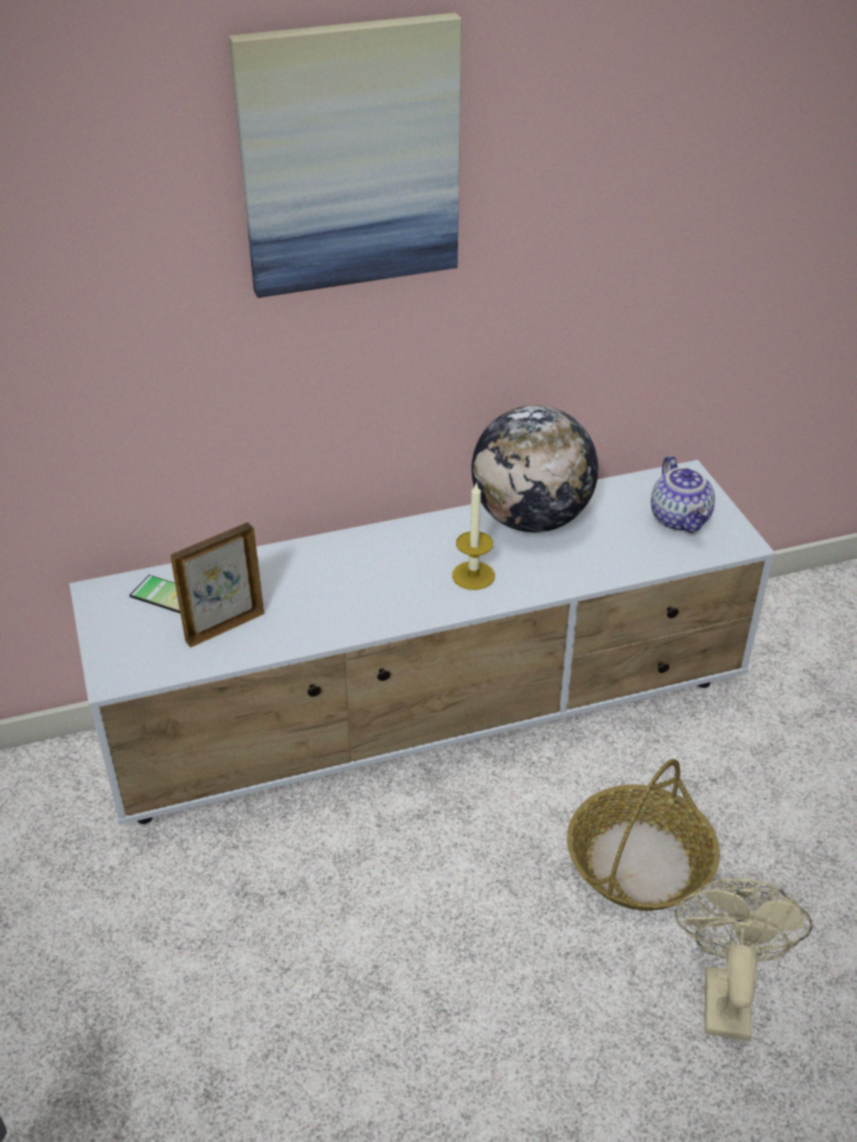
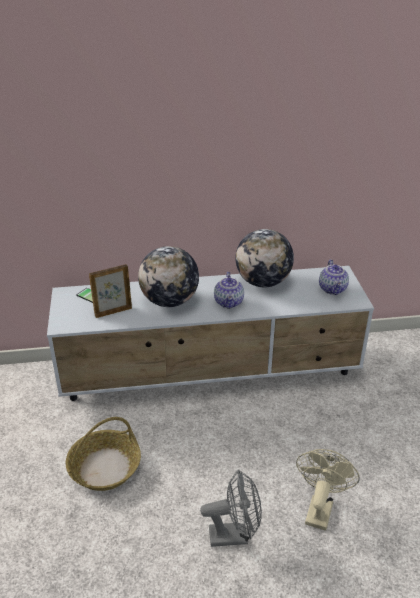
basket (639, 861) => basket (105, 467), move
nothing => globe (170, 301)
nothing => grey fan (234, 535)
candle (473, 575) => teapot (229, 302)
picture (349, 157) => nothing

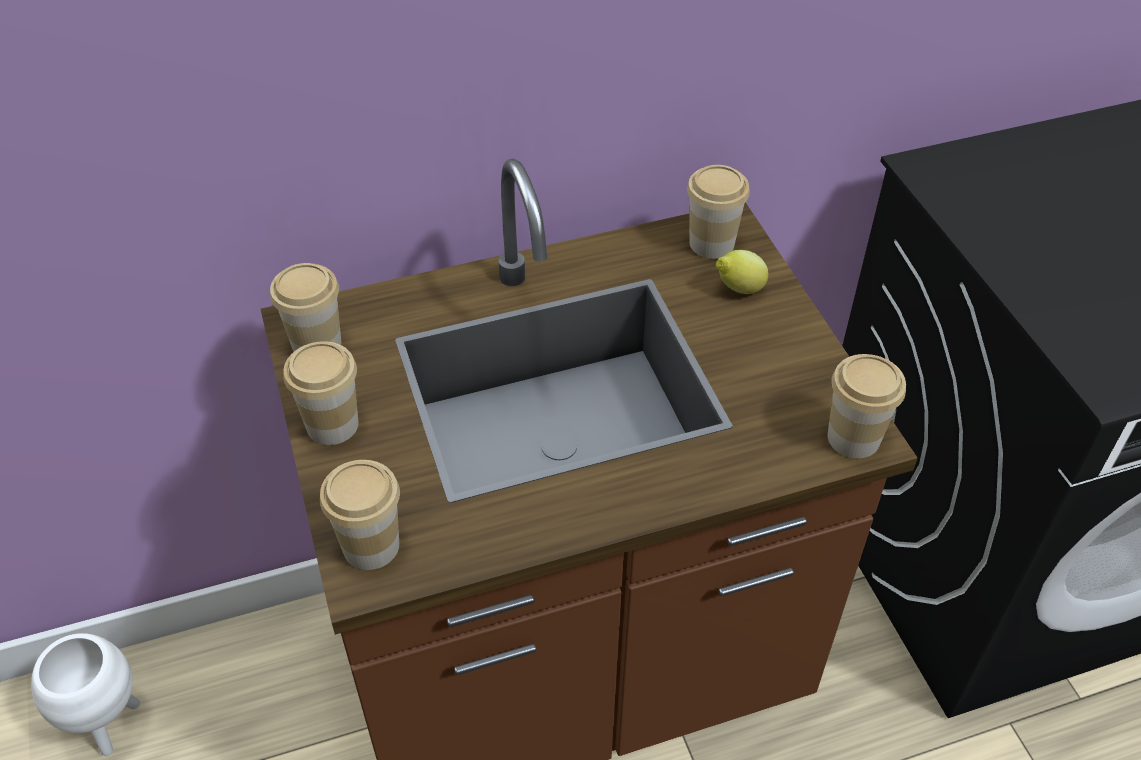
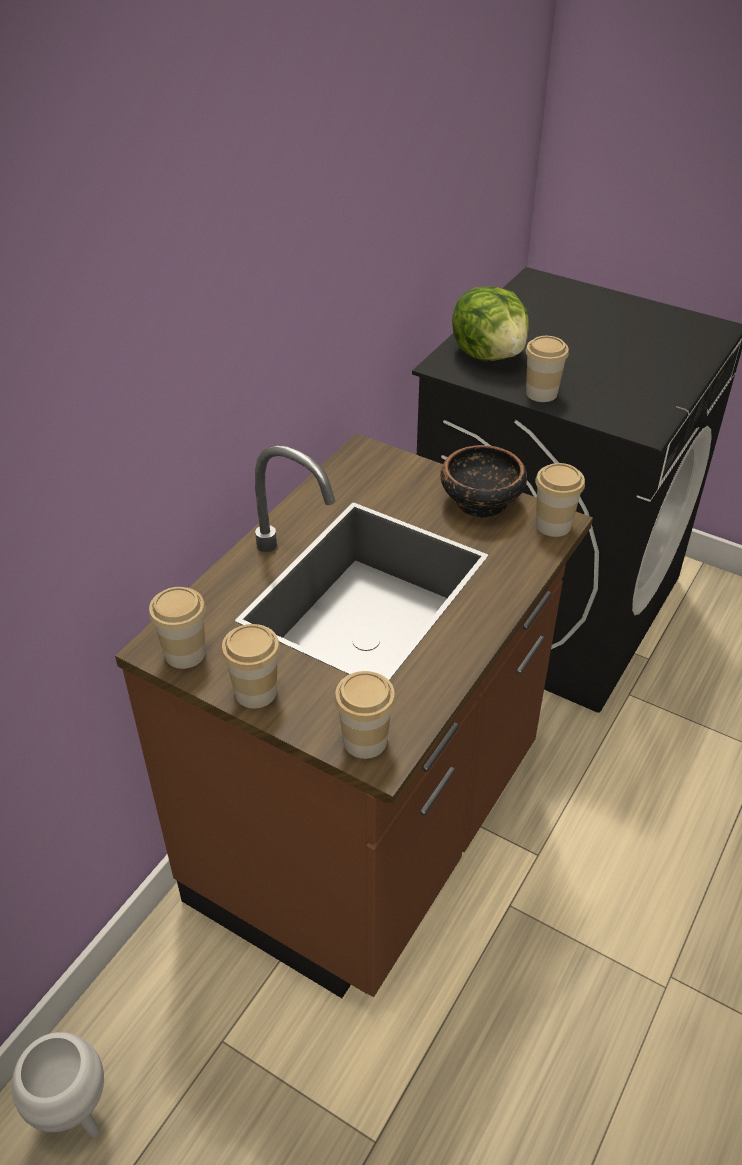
nothing => bowl (480, 502)
nothing => lettuce (490, 354)
cup (711, 243) => cup (541, 393), move
lemon (738, 289) => nothing

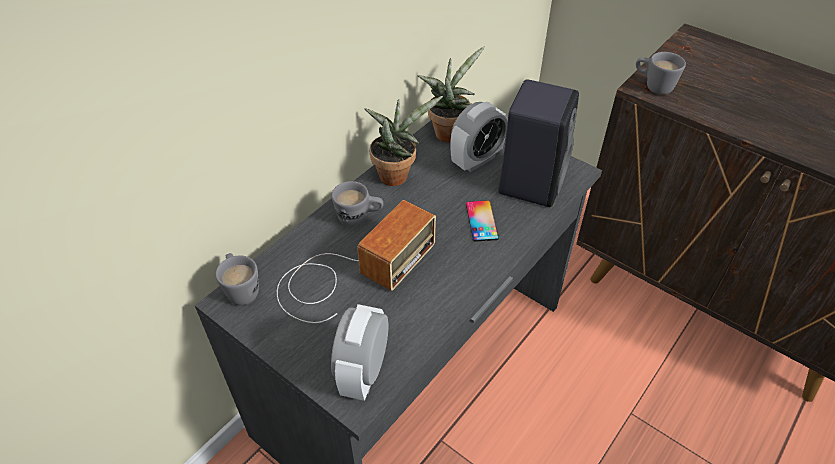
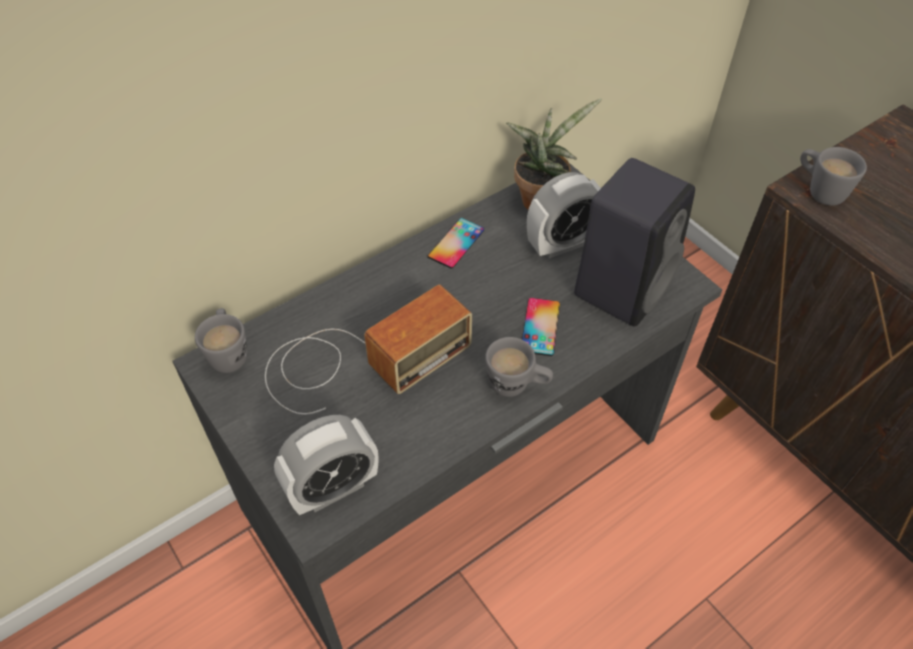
alarm clock (363, 372) => alarm clock (333, 488), 150 degrees counterclockwise
potted plant (396, 174) => phone (456, 243)
grey mug (359, 218) => grey mug (517, 385), move

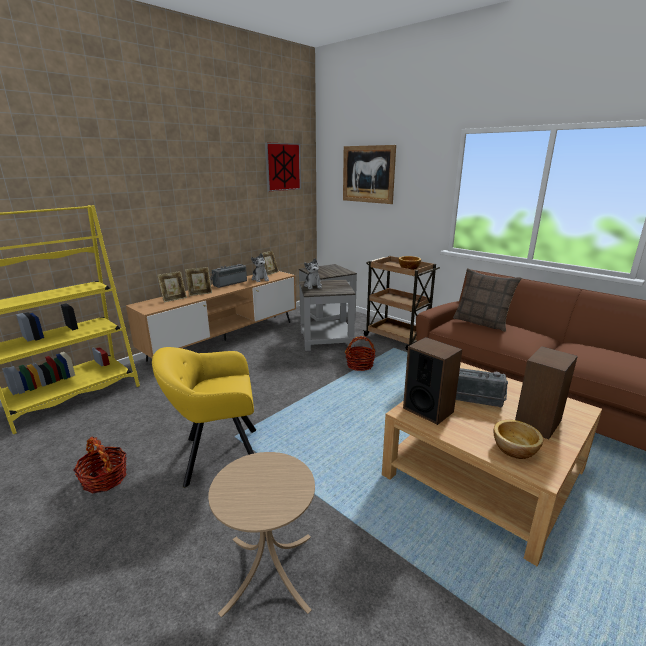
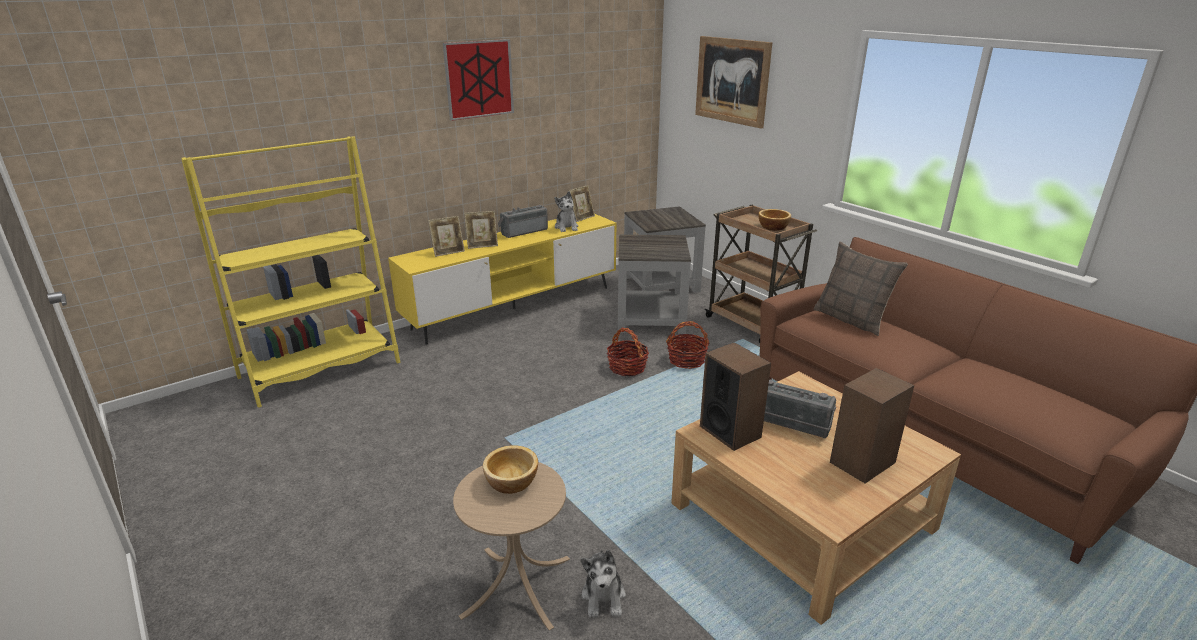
brown tv stand (225, 340) => yellow tv stand (514, 308)
picture (283, 167) => picture (479, 79), move
bowl (515, 449) => bowl (512, 482), move
plush toy (313, 286) => plush toy (604, 597), move
basket (104, 479) => basket (627, 367), move
yellow armchair (217, 455) => nothing

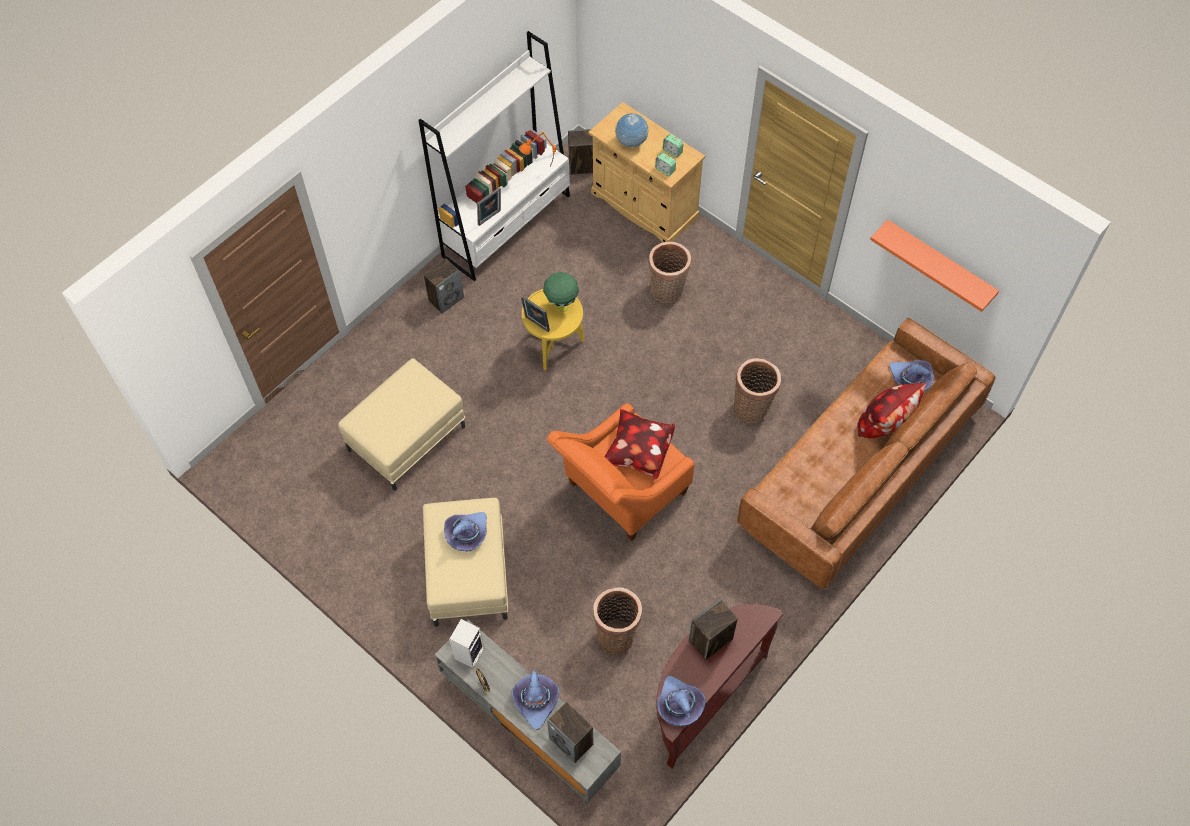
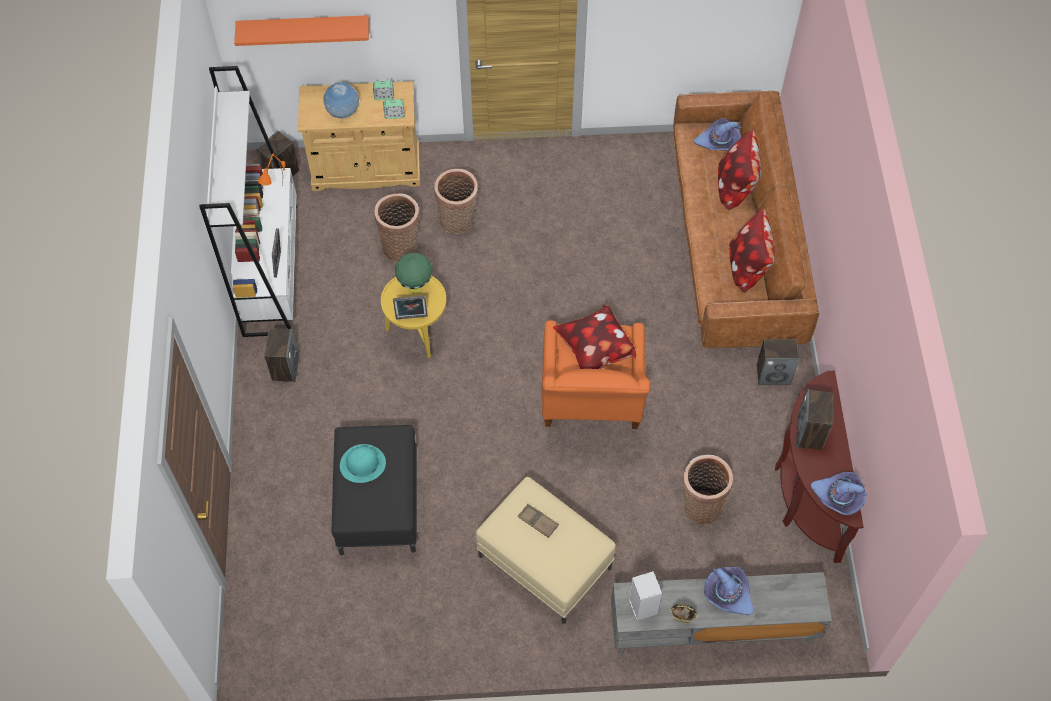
orange shelf (939, 263) => orange shelf (304, 28), move
beige ottoman (406, 437) => black ottoman (377, 502)
nothing => turquoise hat (362, 464)
basket (752, 408) => basket (401, 245), move
purple hat (467, 534) => brown tray (538, 522)
nothing => pillow (748, 266)
speaker (571, 741) => speaker (773, 374), move

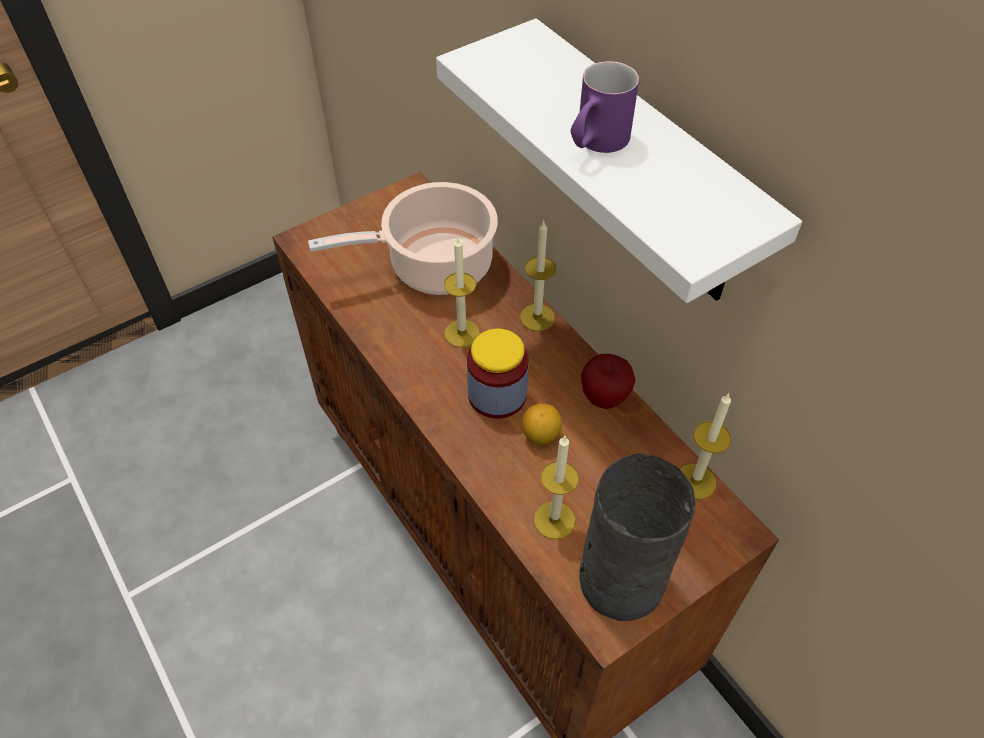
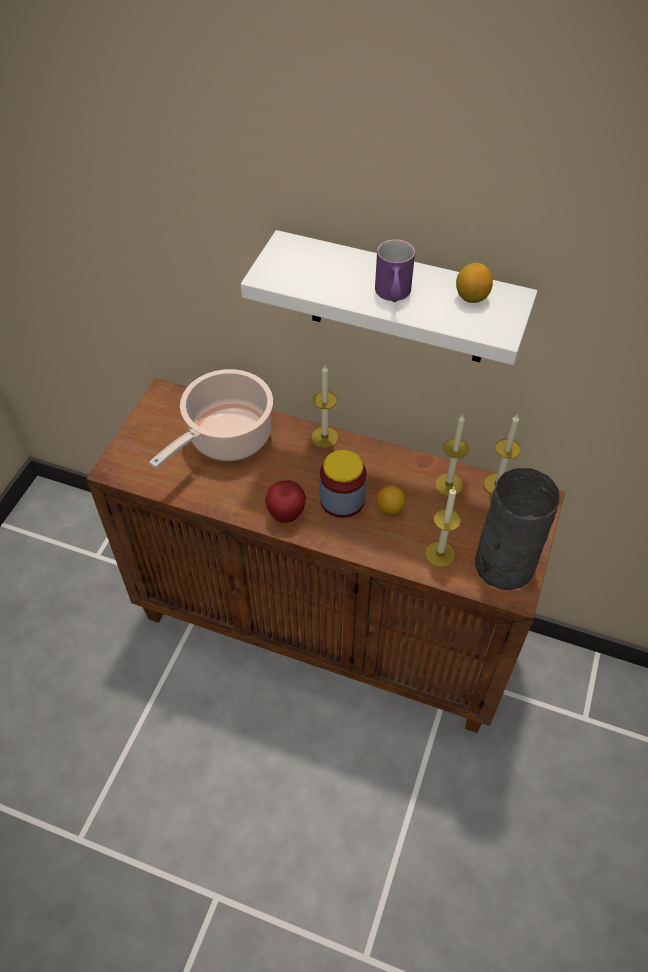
apple (604, 398) => apple (286, 515), move
candle (462, 333) => candle (448, 485), move
nothing => lemon (471, 297)

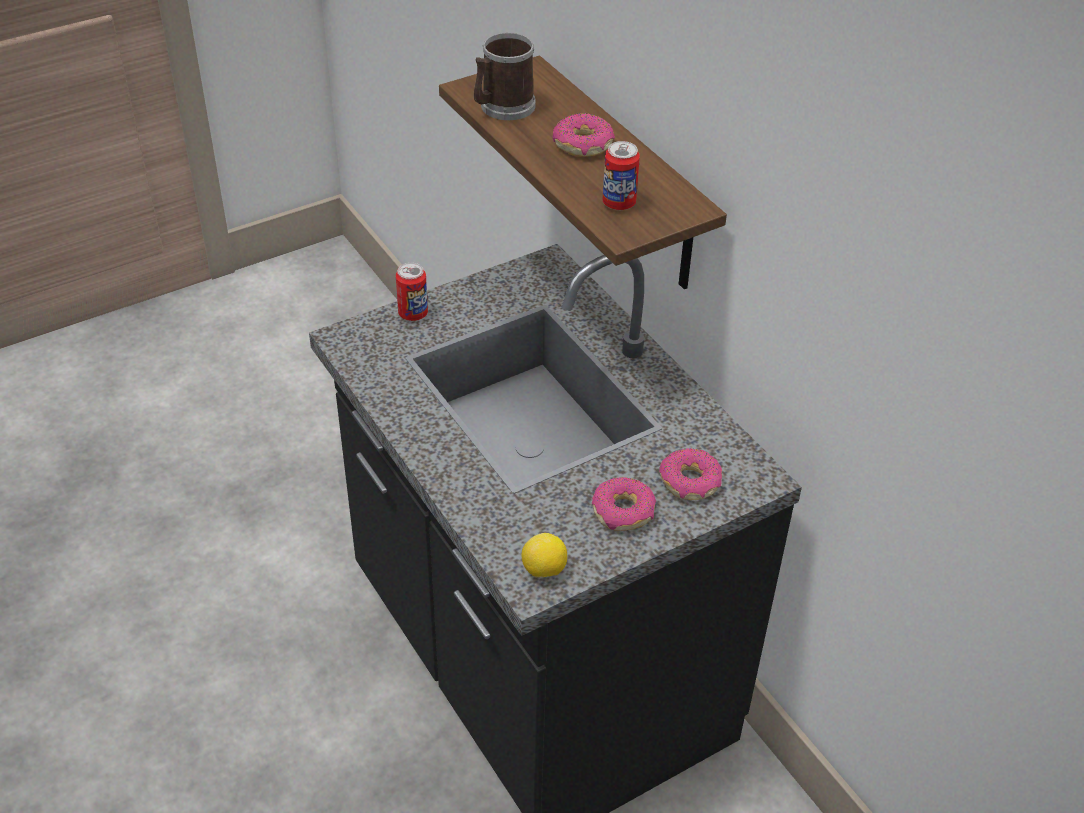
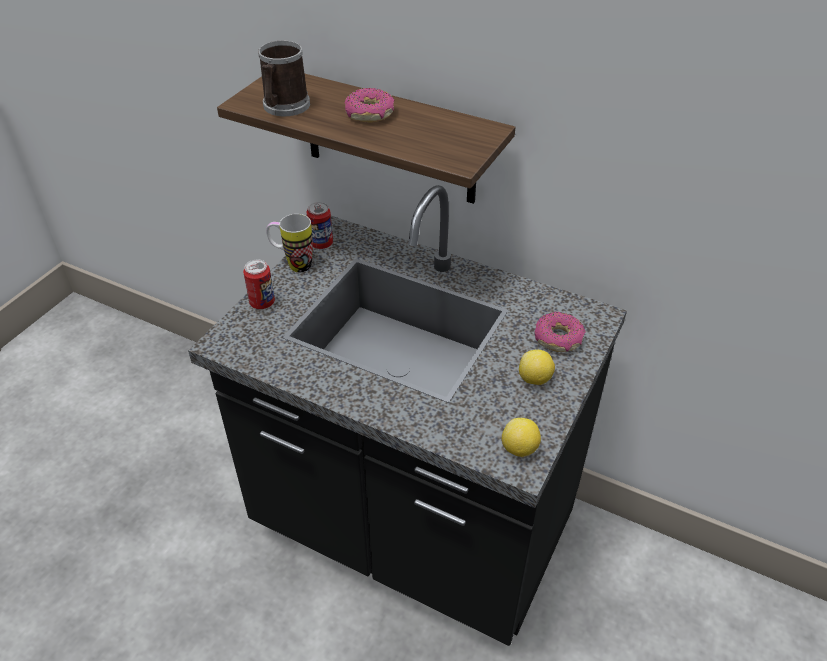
nothing => mug (293, 264)
can (619, 203) => can (321, 244), move
donut (623, 512) => lemon (535, 379)

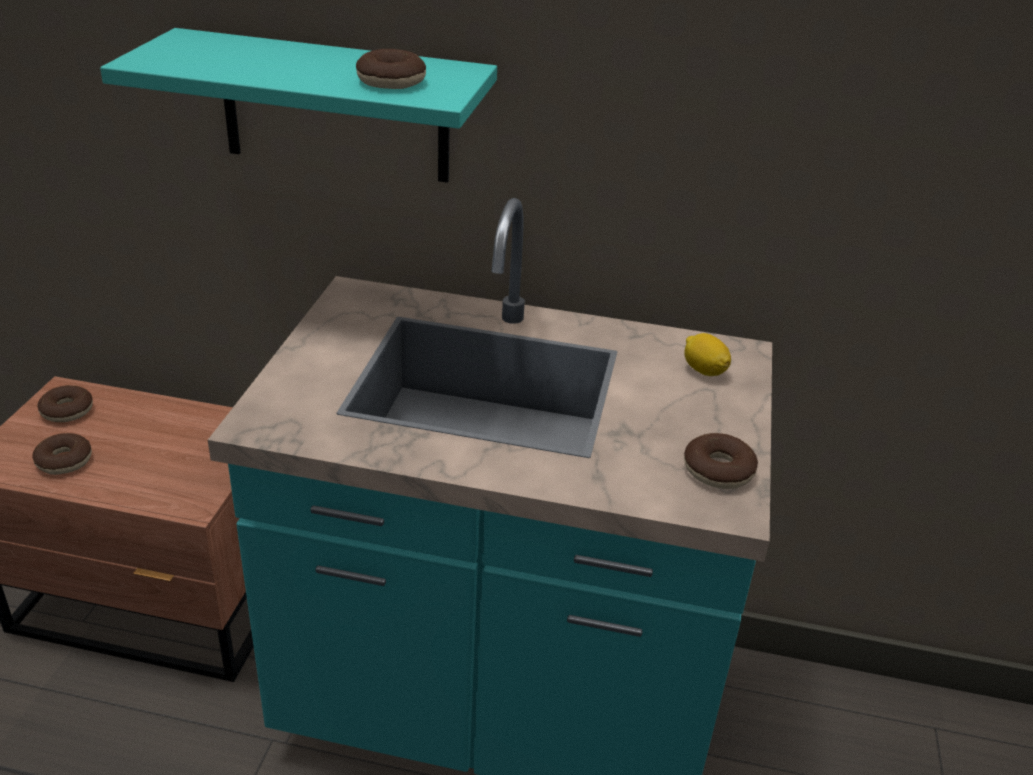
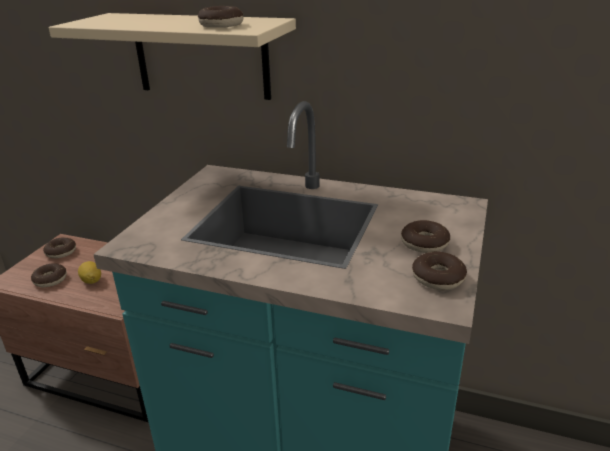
turquoise shelf (335, 108) => beige shelf (201, 56)
lemon (704, 371) => lemon (92, 281), move
nothing => donut (424, 243)

